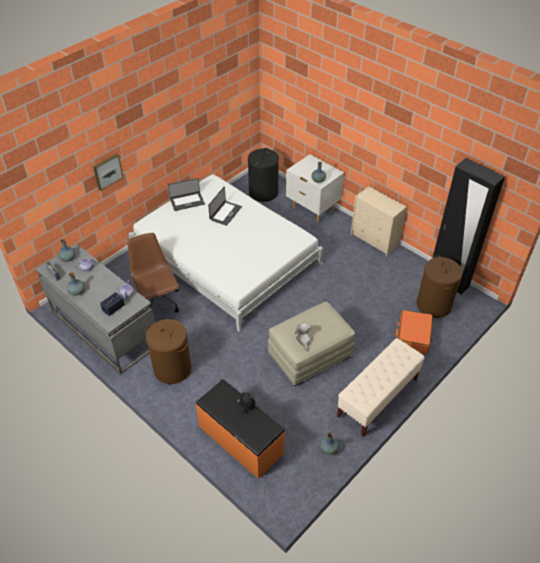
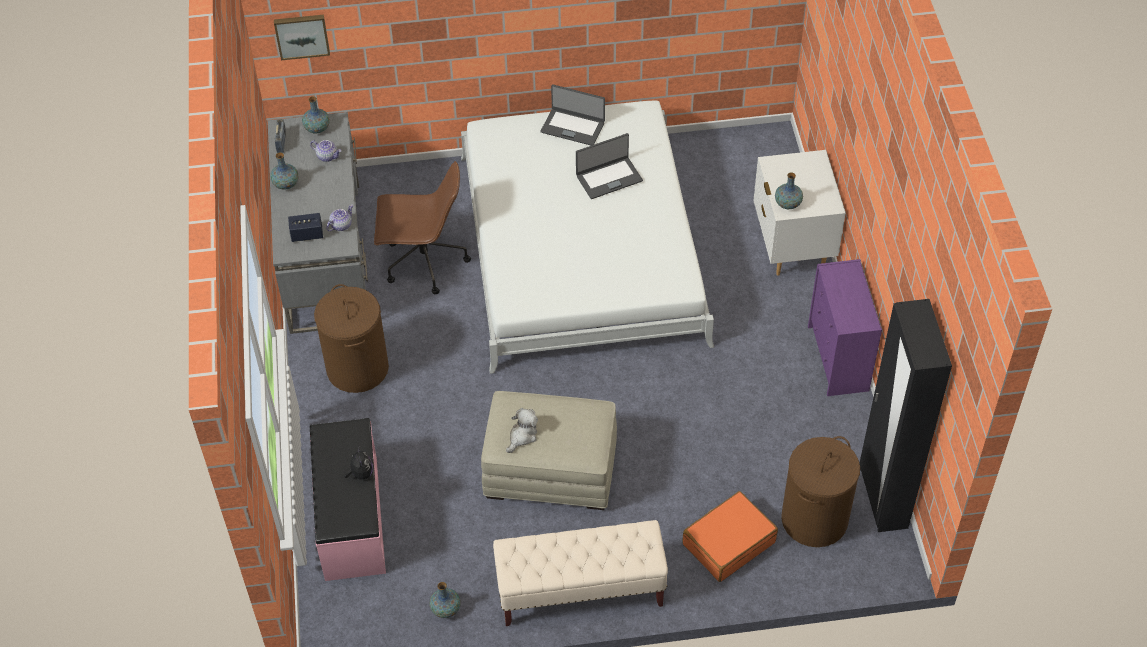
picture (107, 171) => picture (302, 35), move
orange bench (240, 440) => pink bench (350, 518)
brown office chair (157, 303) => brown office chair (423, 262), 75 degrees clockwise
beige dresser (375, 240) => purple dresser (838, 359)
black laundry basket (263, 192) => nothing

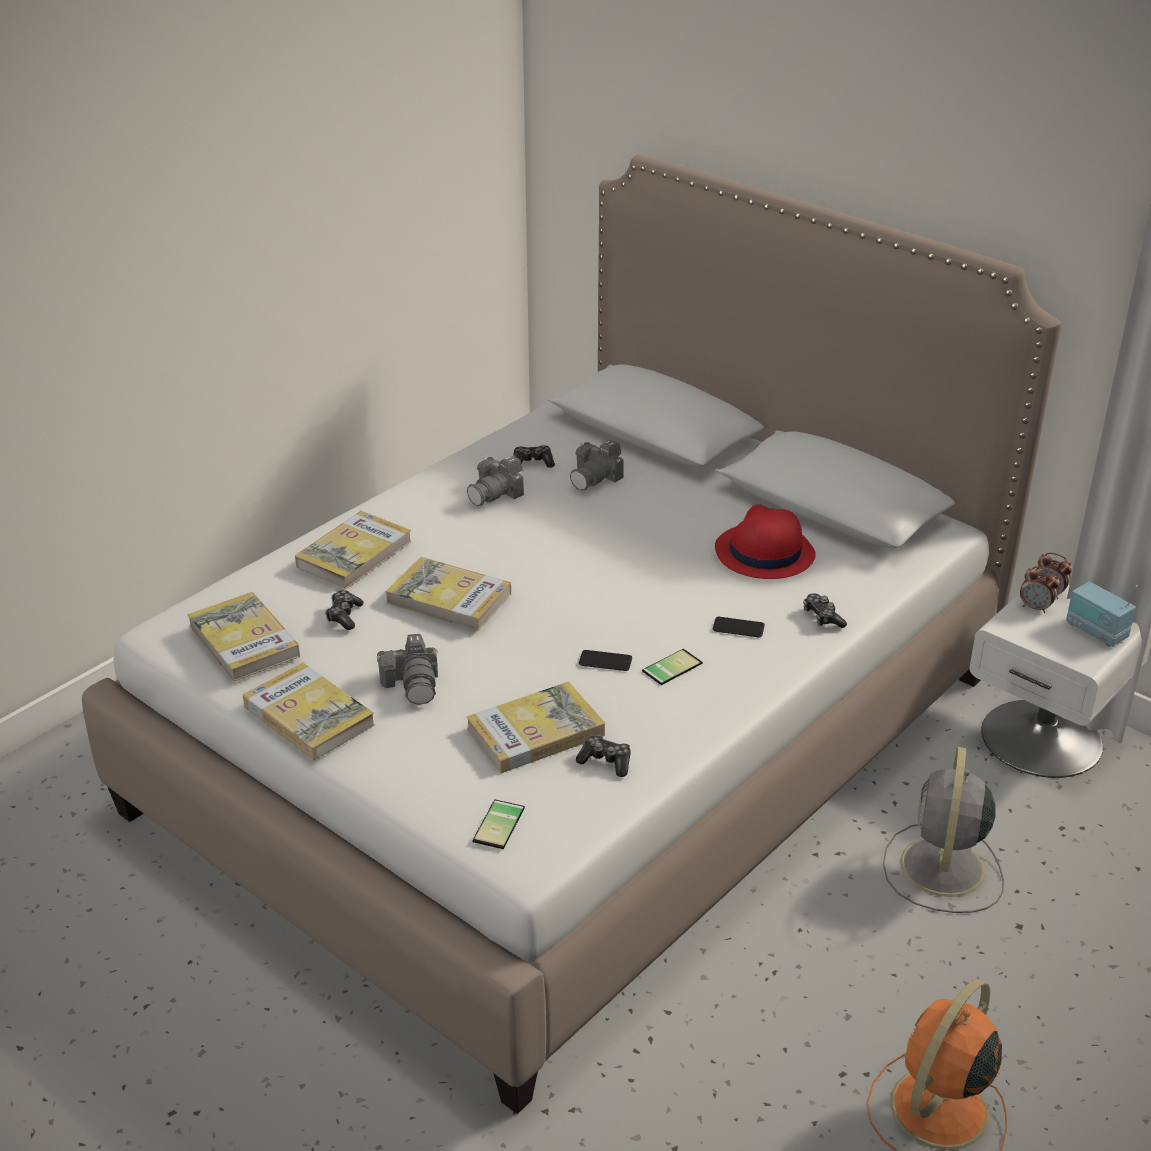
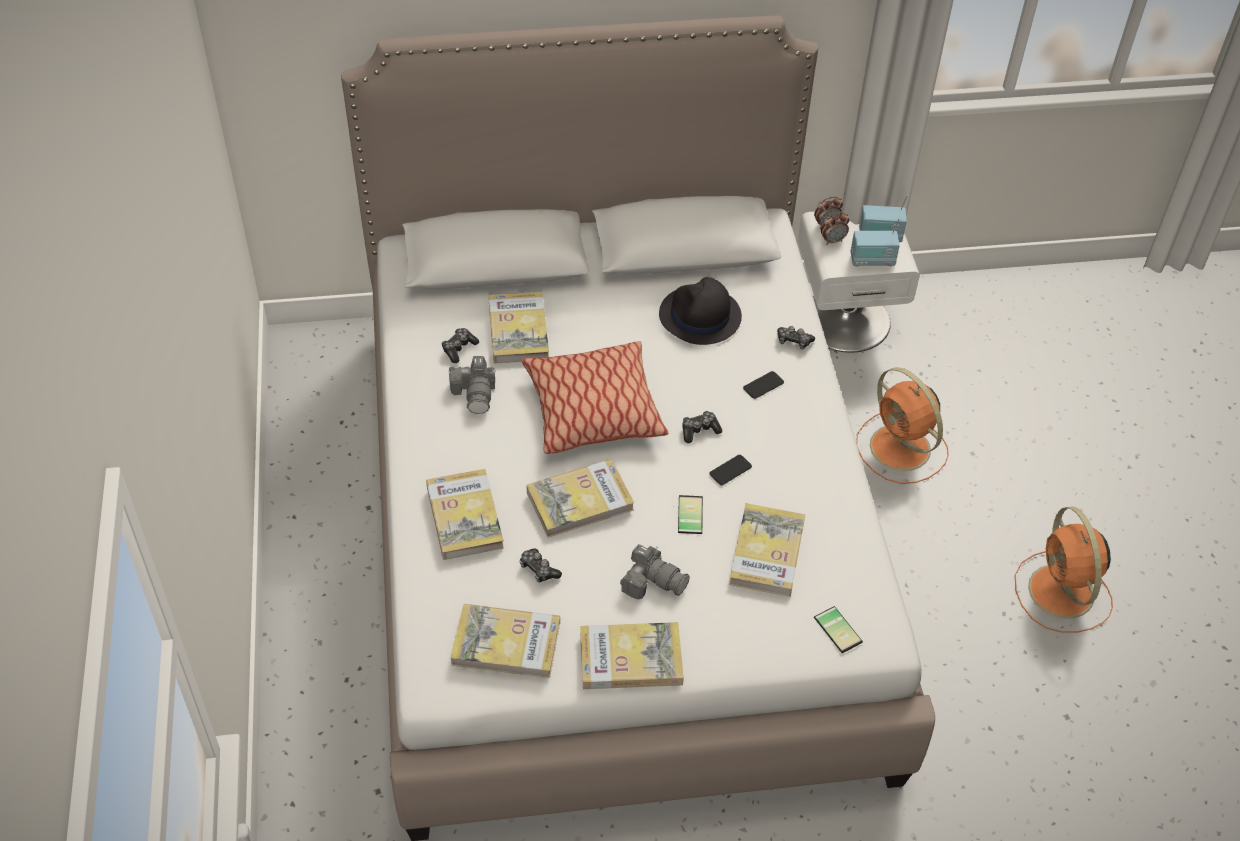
photo camera (596, 478) => book (518, 331)
nothing => pillow (593, 410)
red hat (764, 553) => black hat (699, 317)
phone (670, 665) => phone (687, 514), move
game controller (606, 762) => game controller (699, 430), move
nothing => radio (872, 261)
grey fan (942, 870) => orange fan (902, 449)

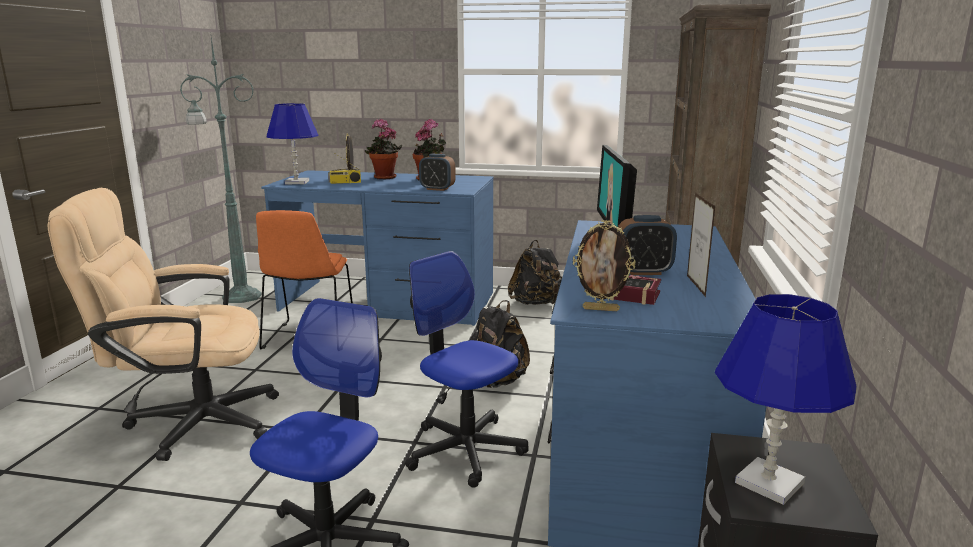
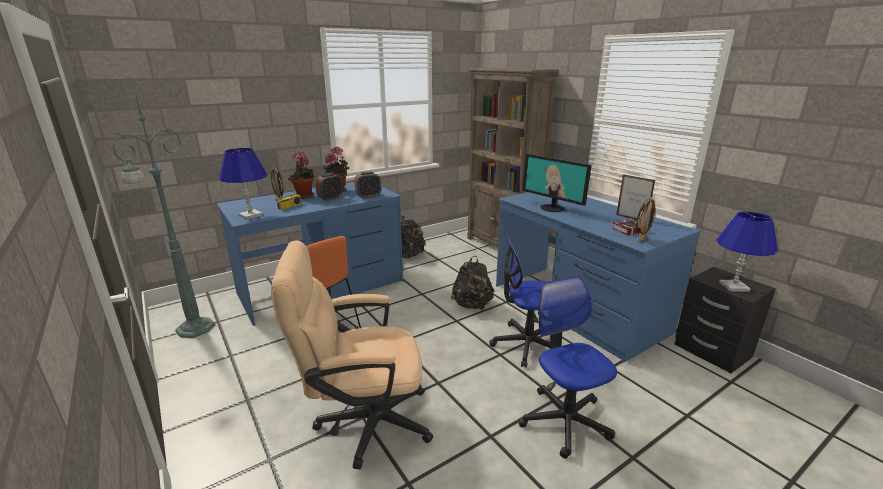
beige office chair (189, 422) => beige office chair (363, 422), 45 degrees clockwise
alarm clock (643, 272) => alarm clock (330, 198), move

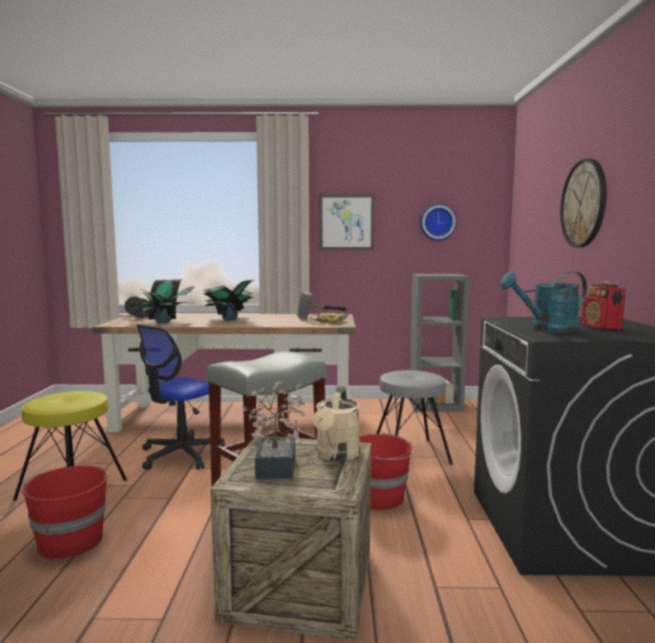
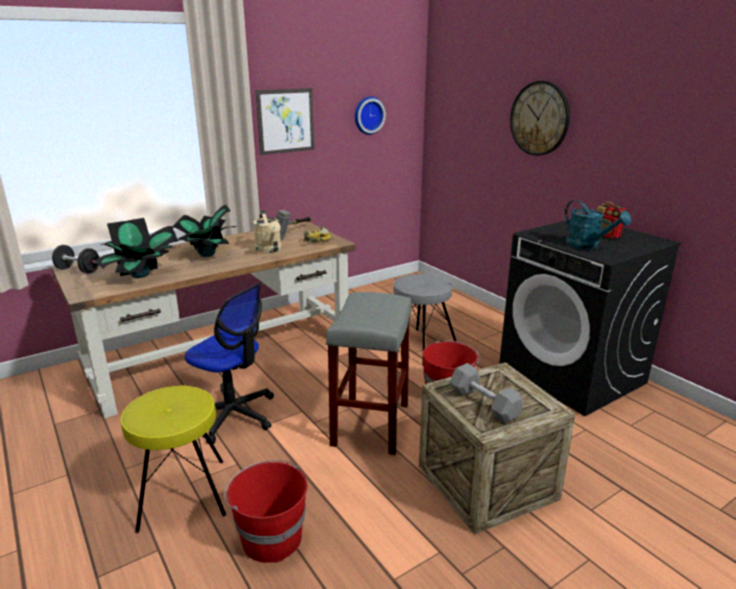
office chair (181, 455) => office chair (233, 415), 60 degrees counterclockwise
beige watering can (336, 455) => beige watering can (270, 250), move
potted plant (277, 463) => grey dumbbell (484, 404)
turquoise watering can (546, 329) => turquoise watering can (588, 246), 75 degrees counterclockwise
grey bookcase (436, 405) => nothing

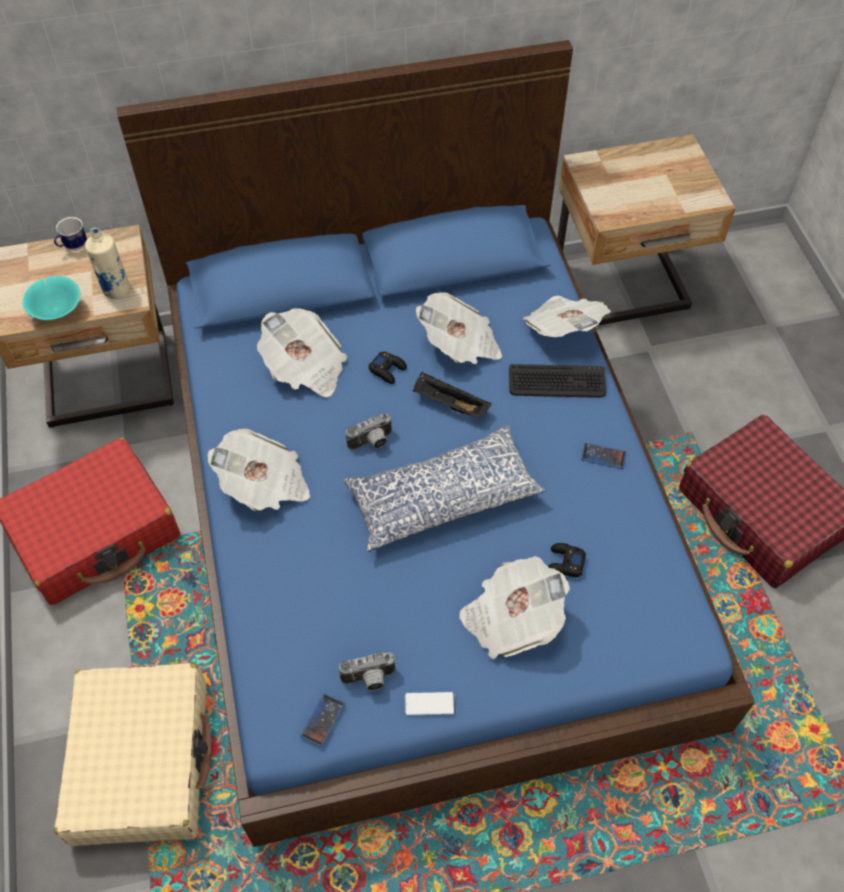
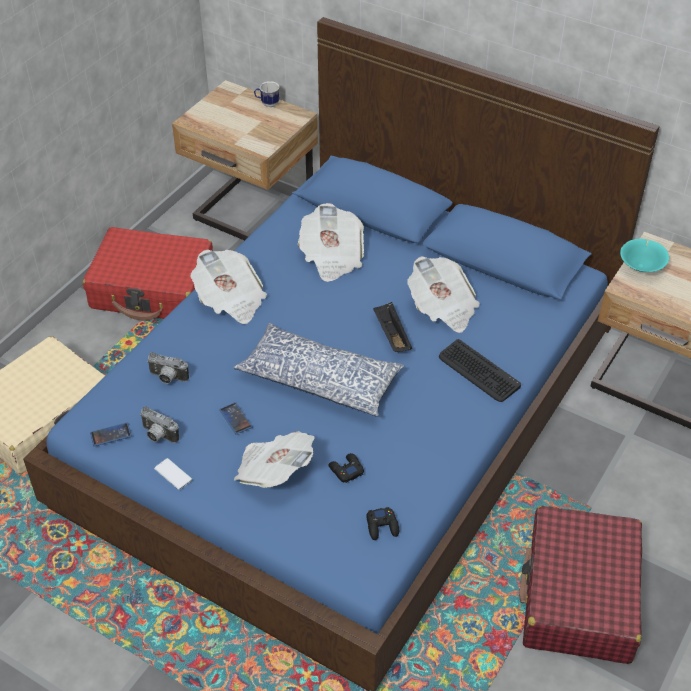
photo camera (372, 443) => photo camera (167, 378), move
phone (603, 456) => phone (235, 418), move
black game controller (388, 370) => black game controller (382, 526), move
turquoise bowl (57, 310) => turquoise bowl (641, 267), move
beige bottle (116, 290) => nothing
newspaper (563, 329) => nothing

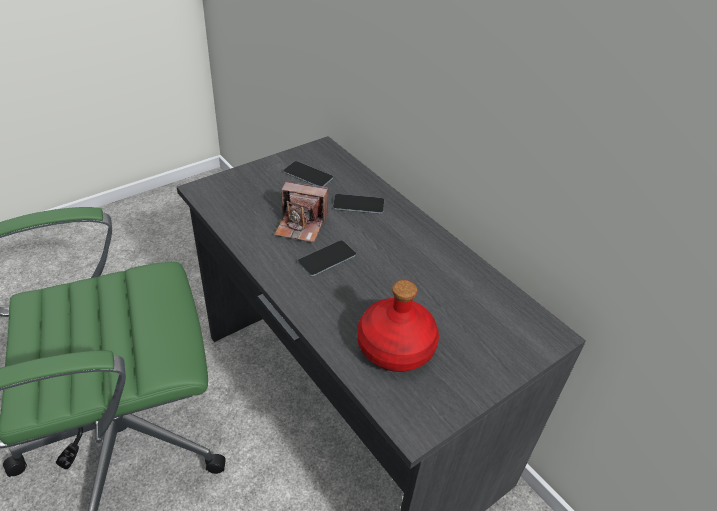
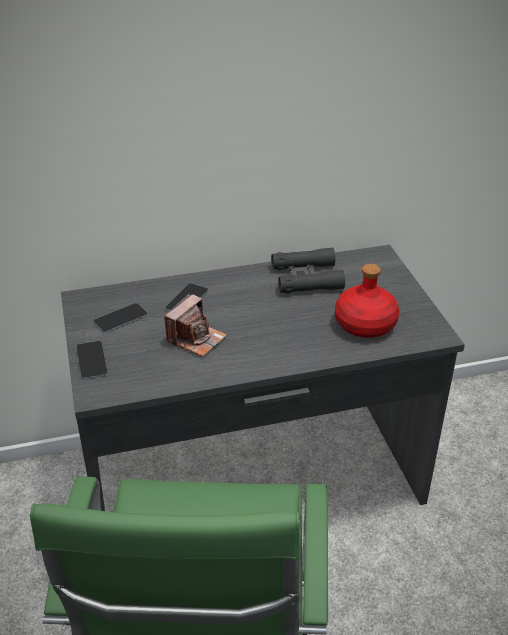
phone (327, 258) => phone (91, 360), move
nothing => black binoculars (306, 278)

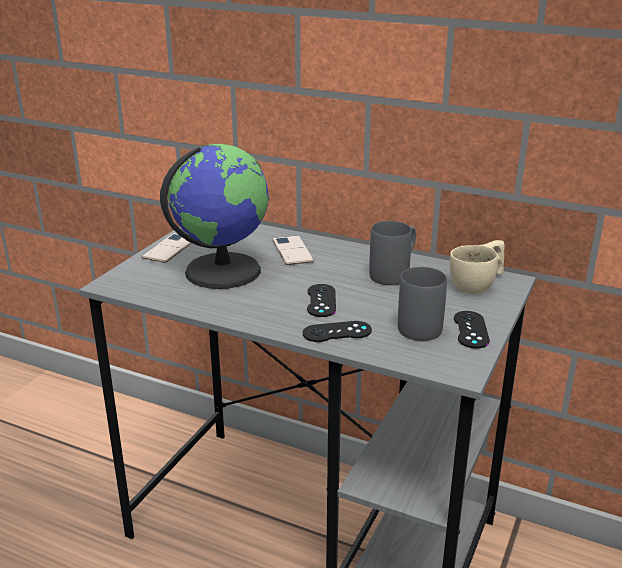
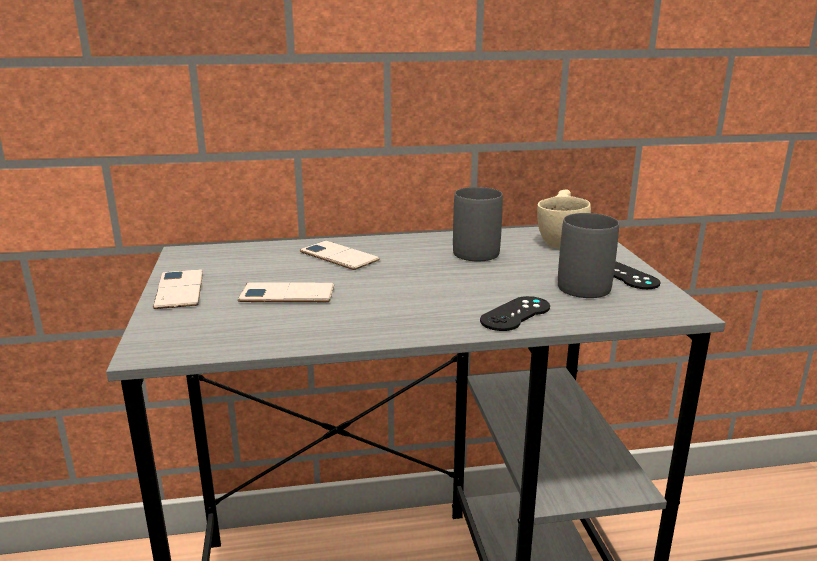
globe (222, 270) => phone (287, 294)
black game controller (321, 300) => nothing

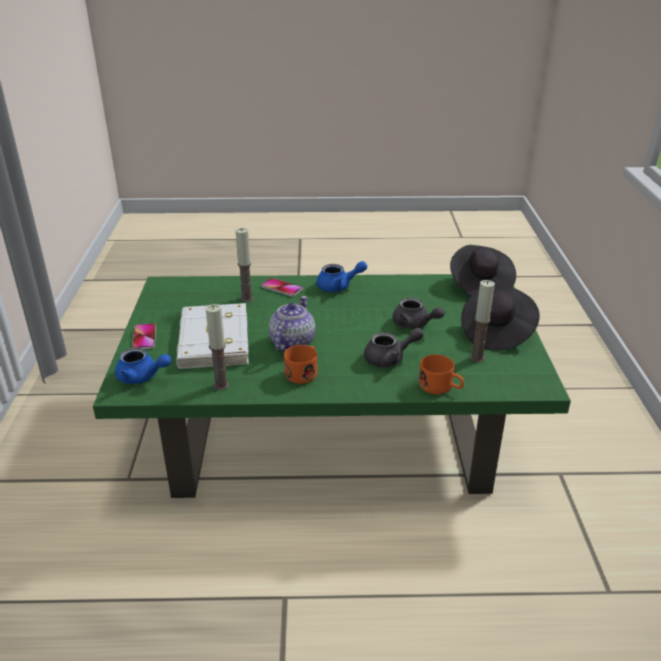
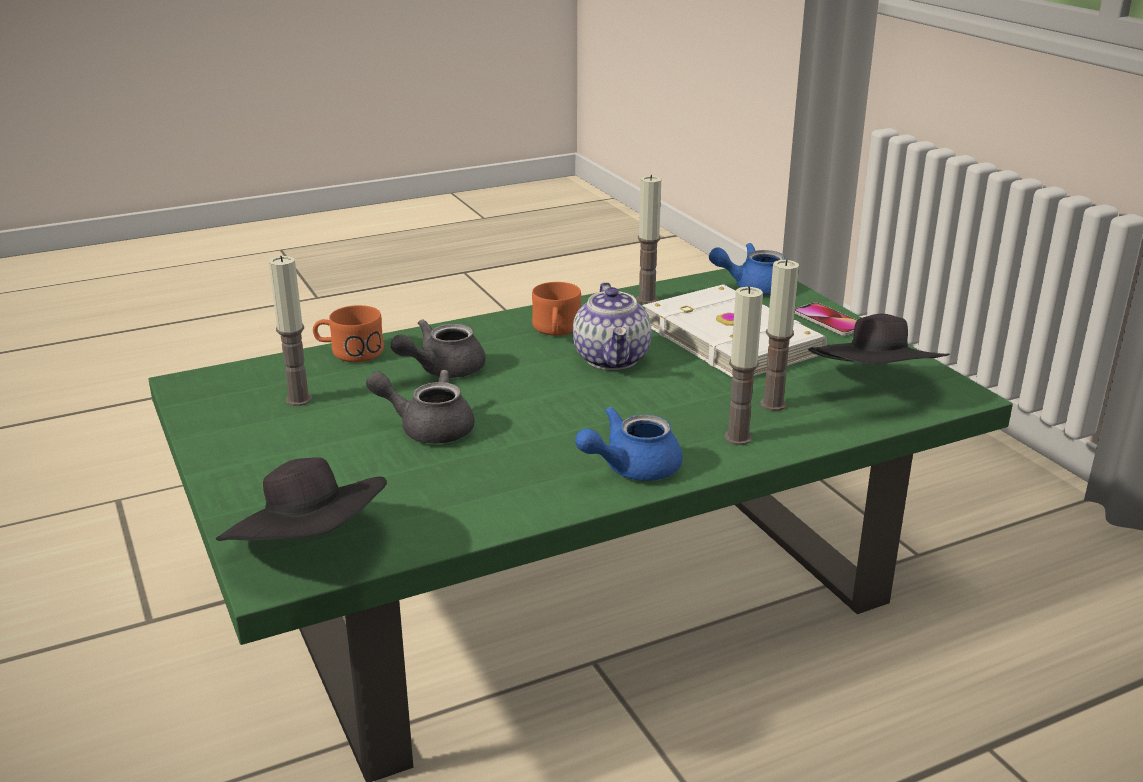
phone (282, 288) => candle (738, 438)
black hat (496, 333) => black hat (875, 388), move

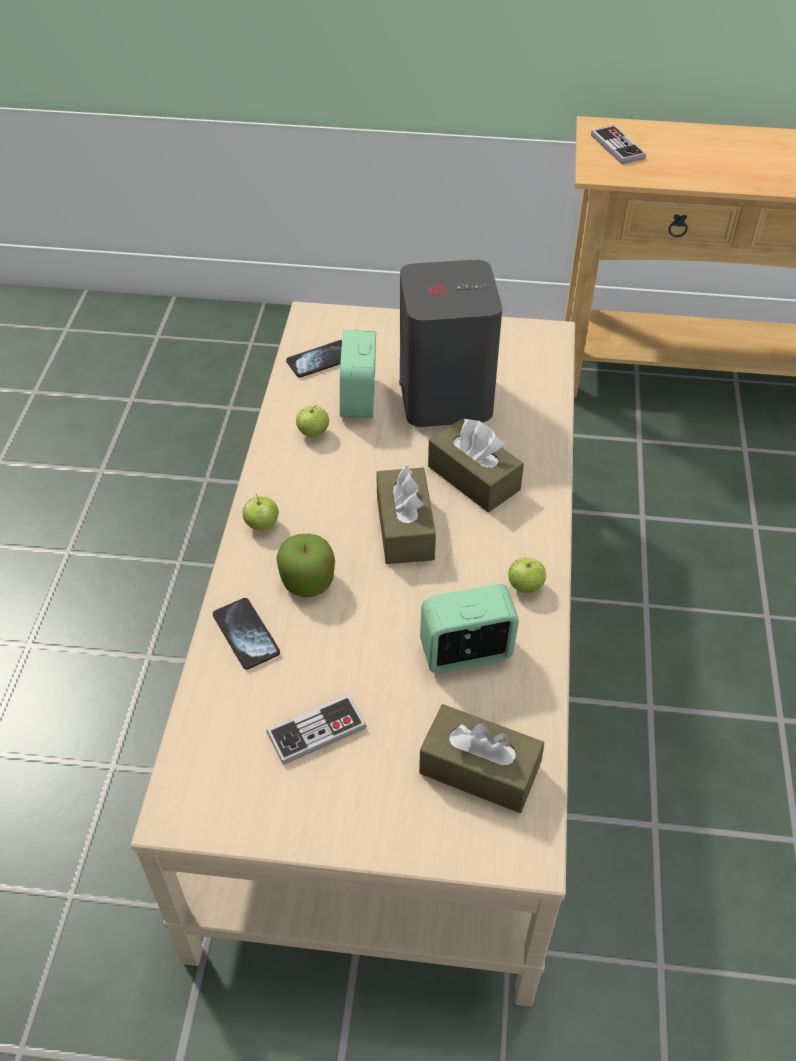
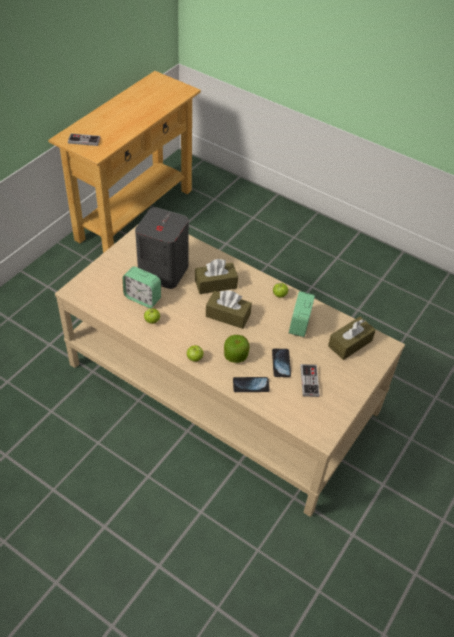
phone (320, 360) => phone (281, 363), move

